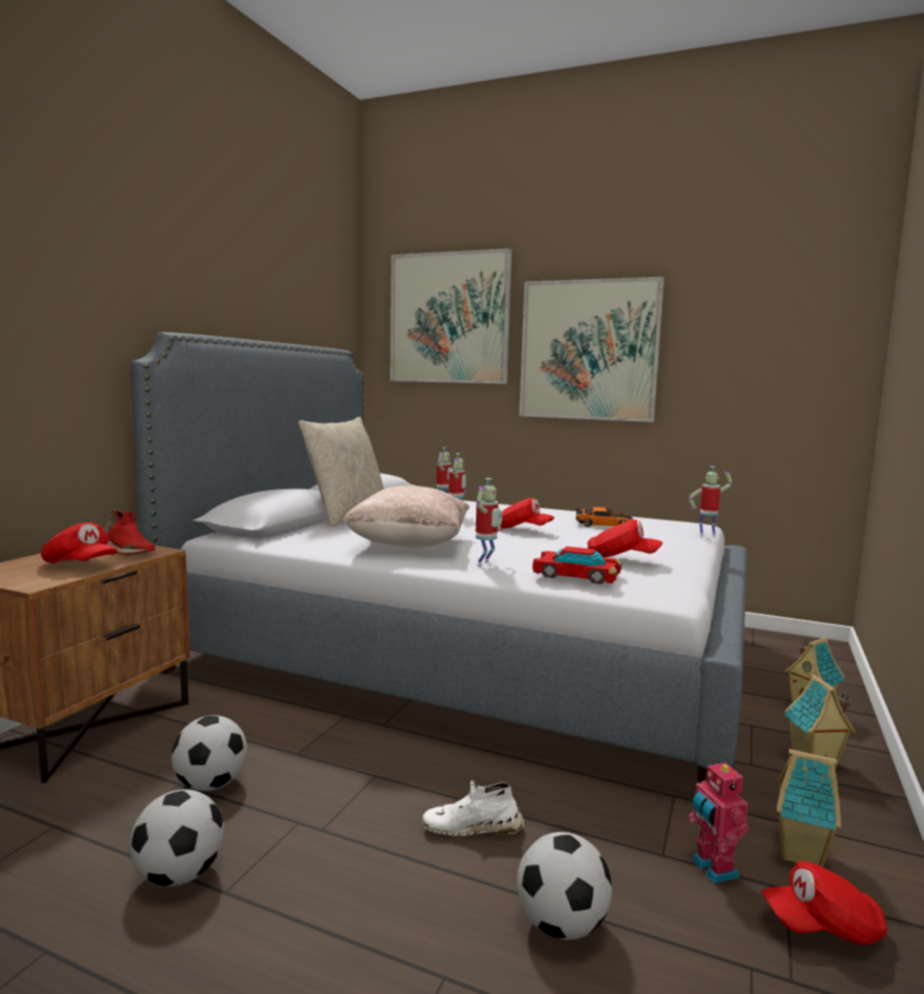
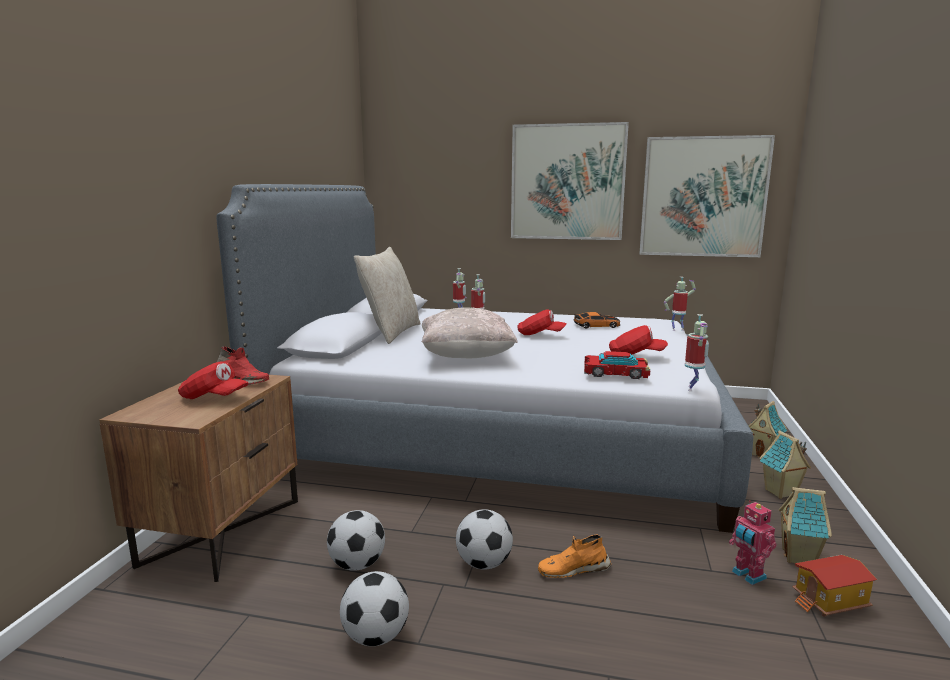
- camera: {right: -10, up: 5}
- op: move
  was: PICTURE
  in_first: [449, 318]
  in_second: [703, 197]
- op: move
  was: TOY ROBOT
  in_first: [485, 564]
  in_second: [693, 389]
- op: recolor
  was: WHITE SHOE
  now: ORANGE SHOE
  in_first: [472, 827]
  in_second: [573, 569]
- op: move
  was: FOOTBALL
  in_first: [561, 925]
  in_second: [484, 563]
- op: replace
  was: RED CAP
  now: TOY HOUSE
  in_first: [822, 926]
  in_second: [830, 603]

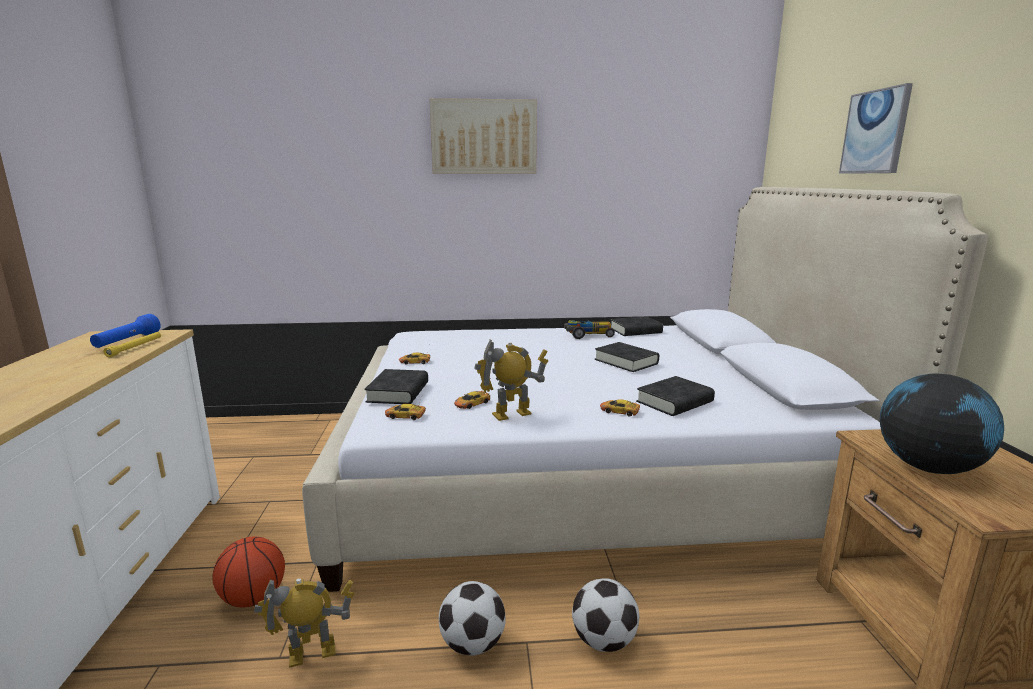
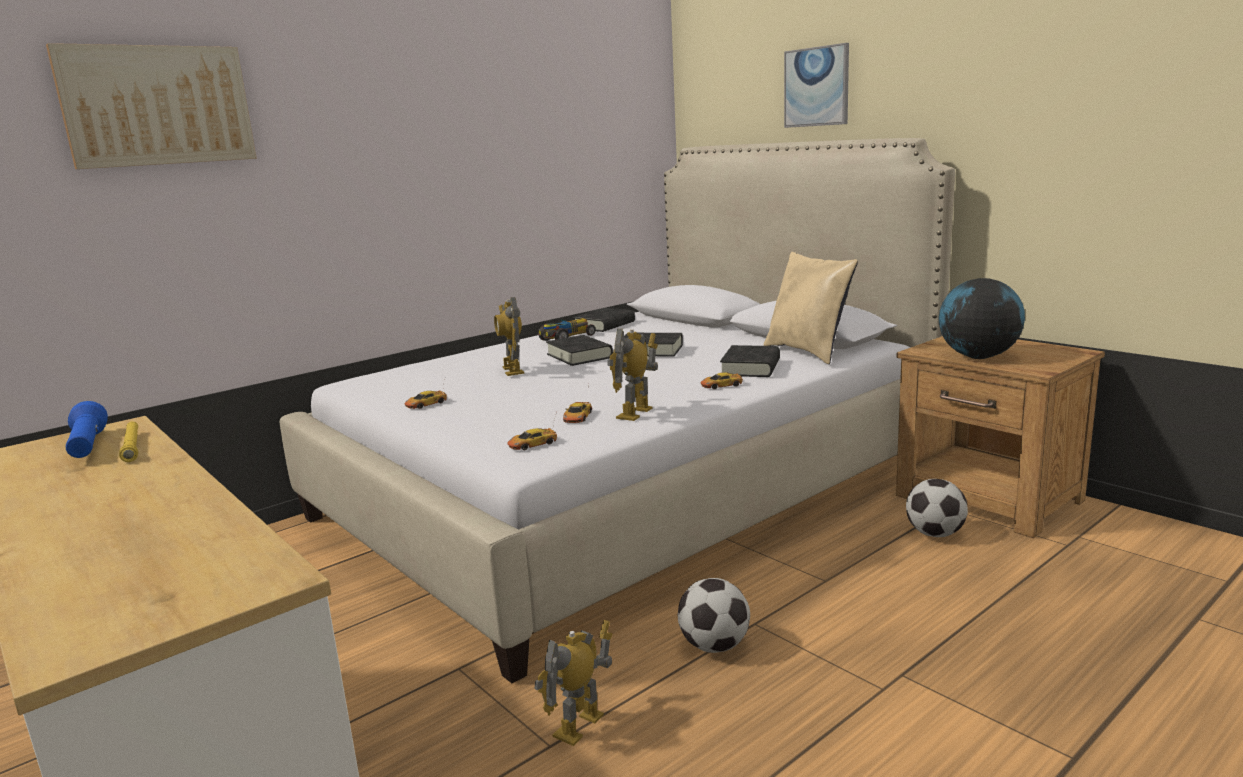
- camera: {right: -35, up: 0}
- op: move
  was: PICTURE
  in_first: [484, 137]
  in_second: [157, 106]
- op: move
  was: BLACK BOOK
  in_first: [398, 392]
  in_second: [579, 356]
- op: delete
  was: BASKETBALL
  in_first: [254, 598]
- op: move
  was: FOOTBALL
  in_first: [604, 640]
  in_second: [935, 534]
- op: insert
  now: BEIGE PILLOW
  in_second: [809, 352]
- op: insert
  now: TOY ROBOT
  in_second: [512, 370]

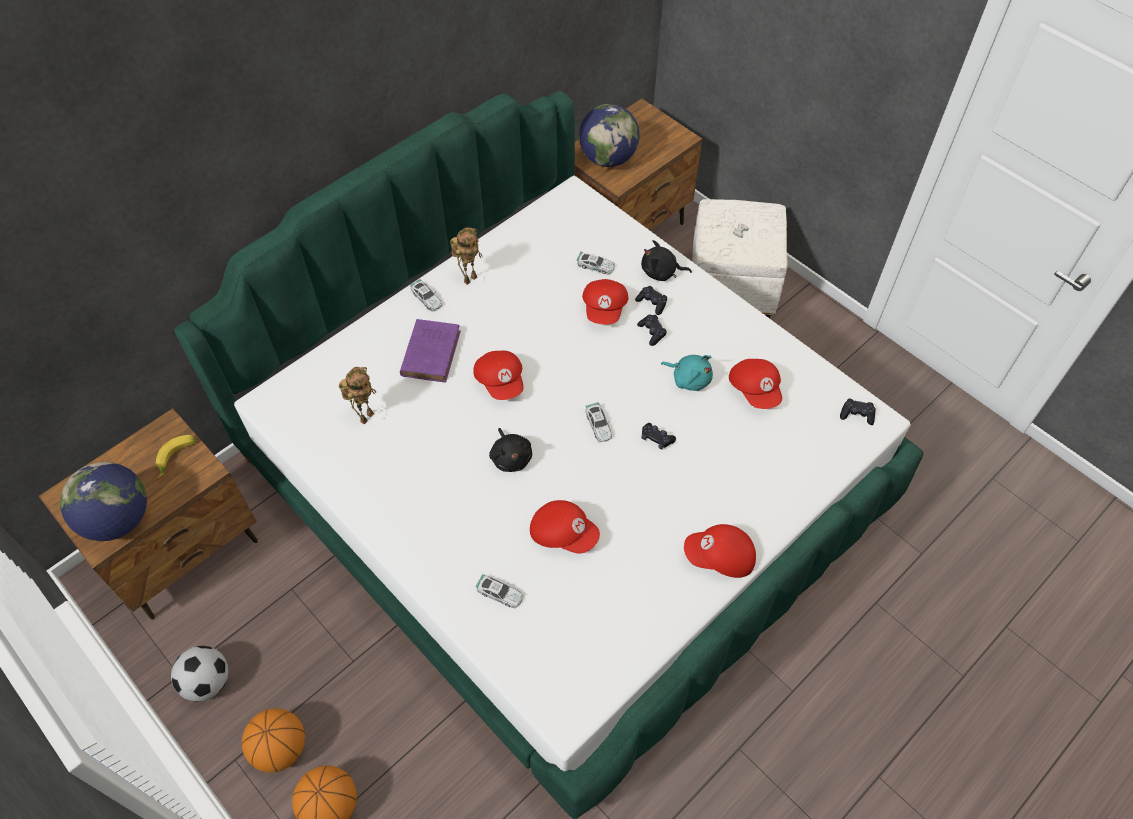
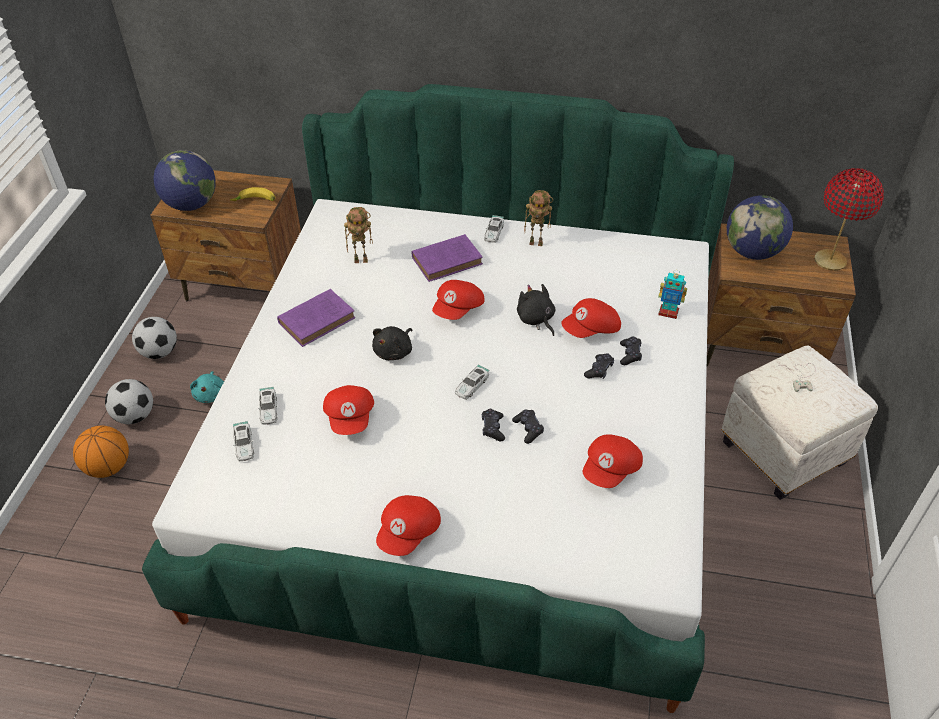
- camera: {right: 55, up: -10}
- op: move
  was: BLACK PLUSH TOY
  in_first: [661, 272]
  in_second: [536, 319]
- op: move
  was: TOY CAR
  in_first: [595, 266]
  in_second: [244, 445]
- op: move
  was: TURQUOISE PLUSH TOY
  in_first: [689, 378]
  in_second: [211, 394]
- op: move
  was: BLACK GAME CONTROLLER
  in_first: [857, 414]
  in_second: [528, 429]
- op: rotate
  was: RED CAP
  in_first: [720, 558]
  in_second: [409, 533]
  clockwise: -120
- op: replace
  was: BASKETBALL
  now: FOOTBALL
  in_first: [281, 748]
  in_second: [135, 416]
- op: insert
  now: RED TABLE LAMP
  in_second: [829, 261]
- op: insert
  now: TOY ROBOT
  in_second: [668, 312]
- op: insert
  now: PURPLE BOOK
  in_second: [318, 320]

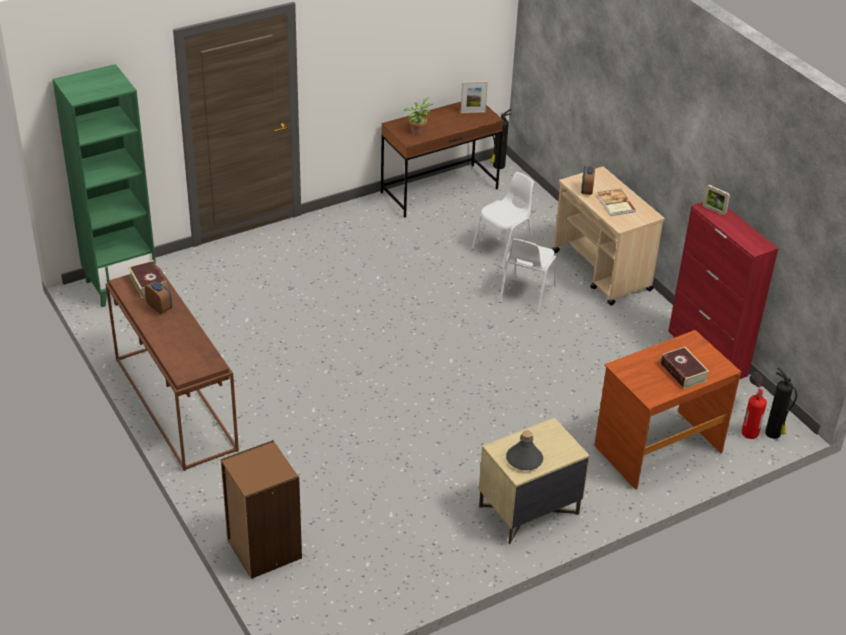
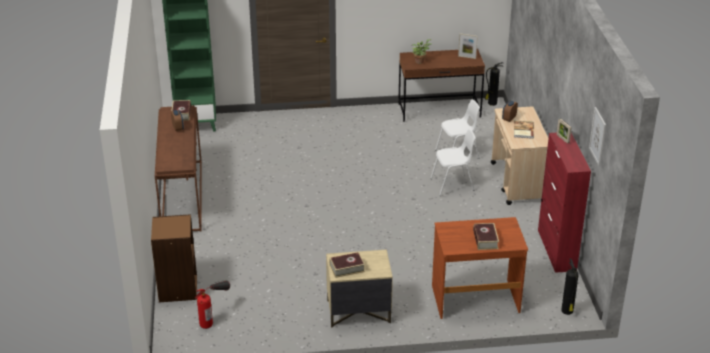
- camera: {right: 25, up: -5}
- op: rotate
  was: WHITE CHAIR
  in_first: [526, 294]
  in_second: [453, 185]
  clockwise: -150
- op: move
  was: FIRE EXTINGUISHER
  in_first: [749, 422]
  in_second: [214, 317]
- op: replace
  was: GREY BOTTLE
  now: BOOK
  in_first: [524, 460]
  in_second: [347, 268]
- op: insert
  now: PICTURE
  in_second: [598, 136]

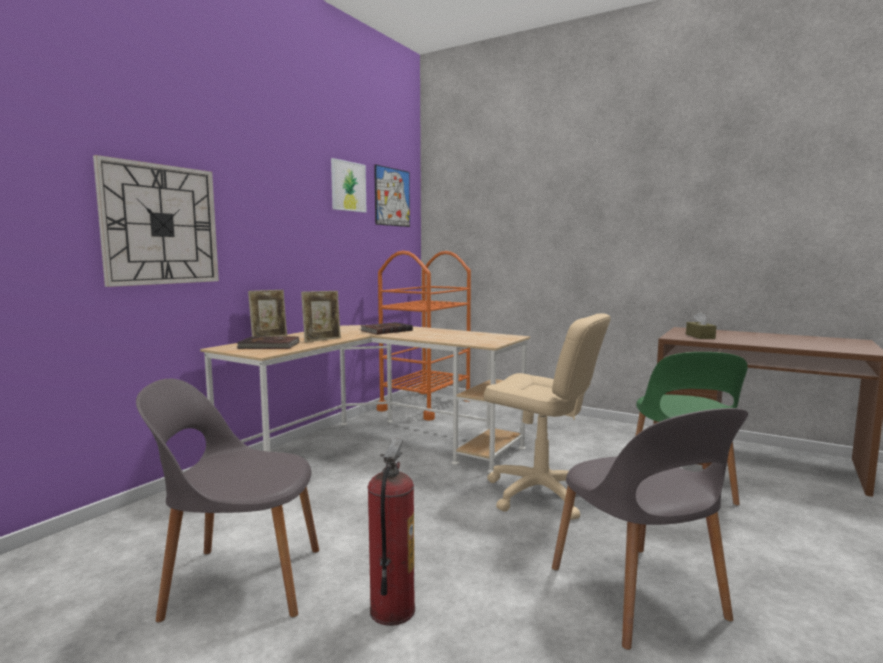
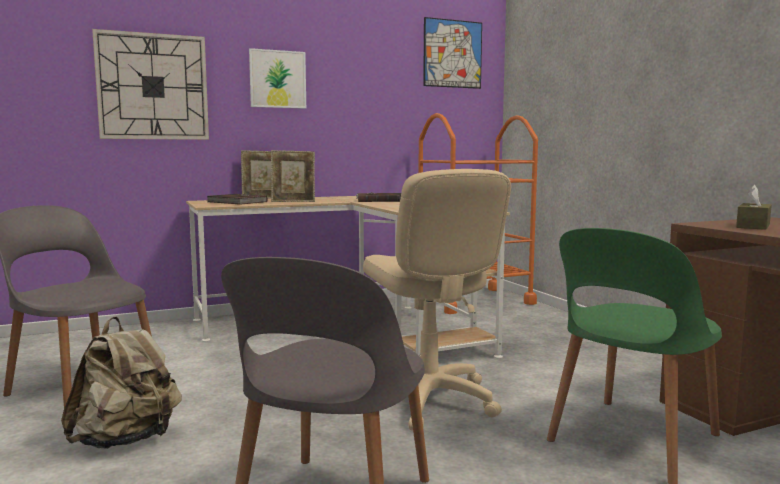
- camera: {right: 35, up: 0}
- op: move
  was: PICTURE
  in_first: [348, 186]
  in_second: [277, 79]
- op: replace
  was: FIRE EXTINGUISHER
  now: BEIGE BACKPACK
  in_first: [392, 609]
  in_second: [127, 440]

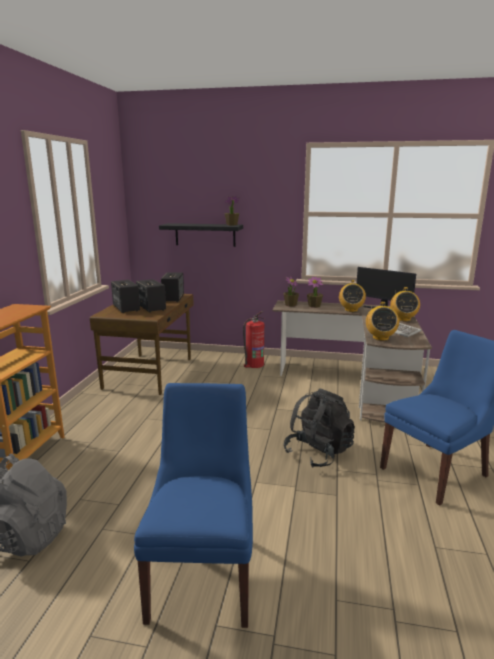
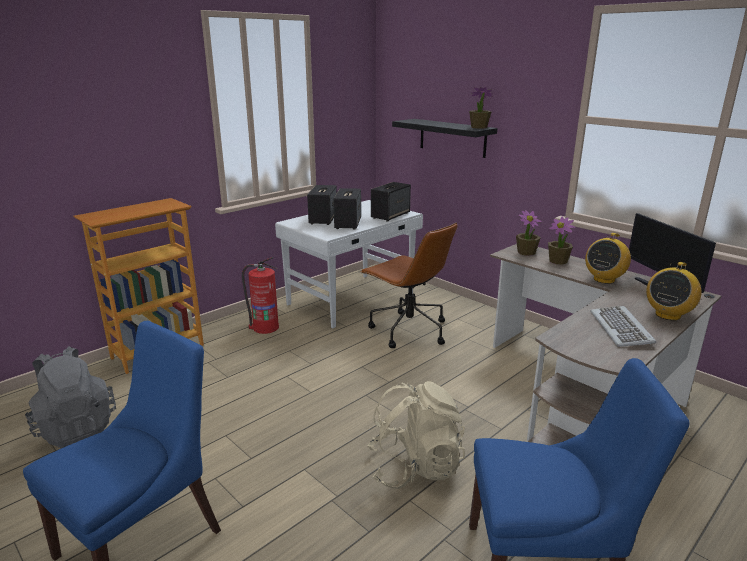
- camera: {right: 35, up: 5}
- op: recolor
  was: BROWN DESK
  now: WHITE DESK
  in_first: [150, 373]
  in_second: [352, 299]
- op: delete
  was: RADIO
  in_first: [380, 338]
- op: move
  was: FIRE EXTINGUISHER
  in_first: [254, 364]
  in_second: [265, 327]
- op: recolor
  was: BLACK BACKPACK
  now: BEIGE BACKPACK
  in_first: [318, 452]
  in_second: [415, 467]
- op: insert
  now: BROWN OFFICE CHAIR
  in_second: [408, 330]

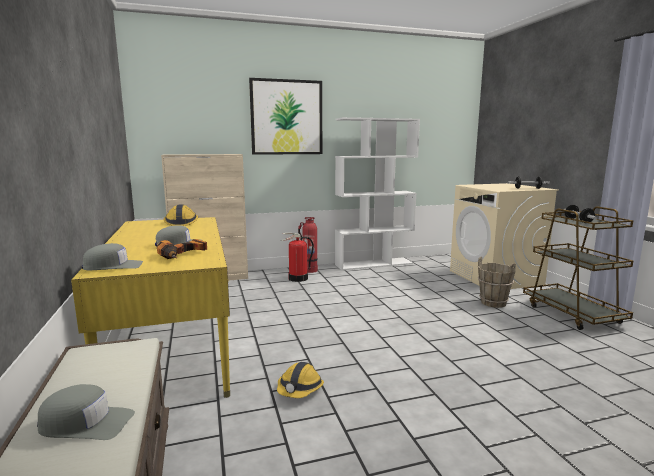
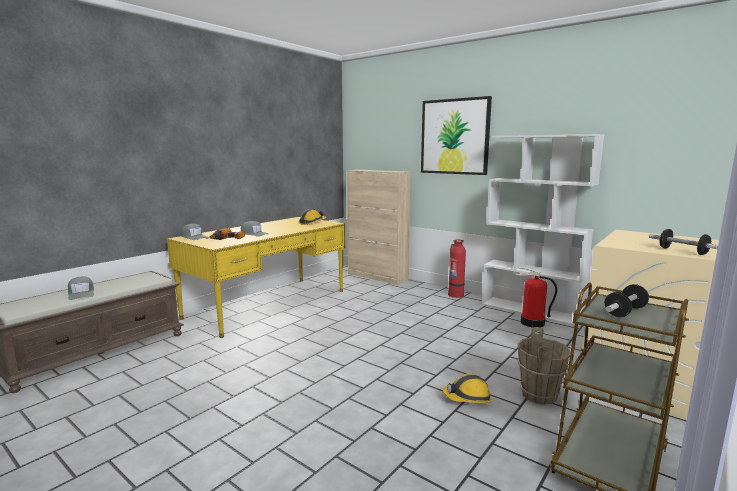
- camera: {right: 55, up: 0}
- op: move
  was: FIRE EXTINGUISHER
  in_first: [298, 278]
  in_second: [532, 323]
- op: move
  was: HARD HAT
  in_first: [300, 389]
  in_second: [467, 398]

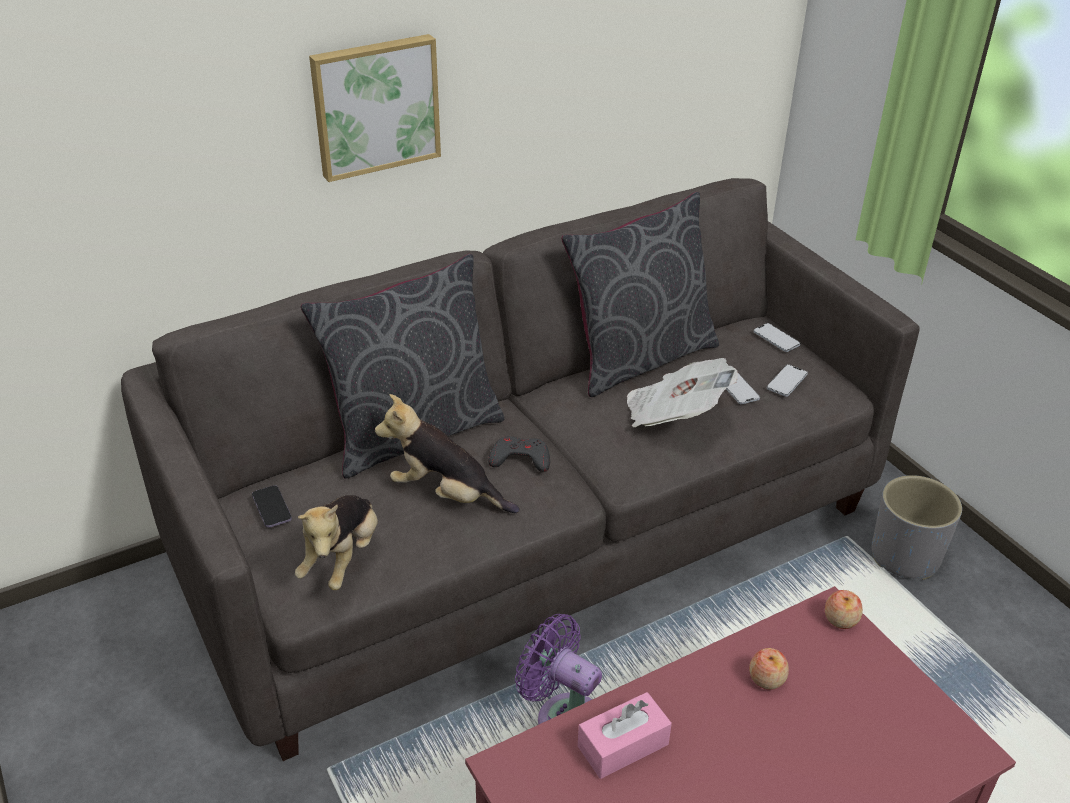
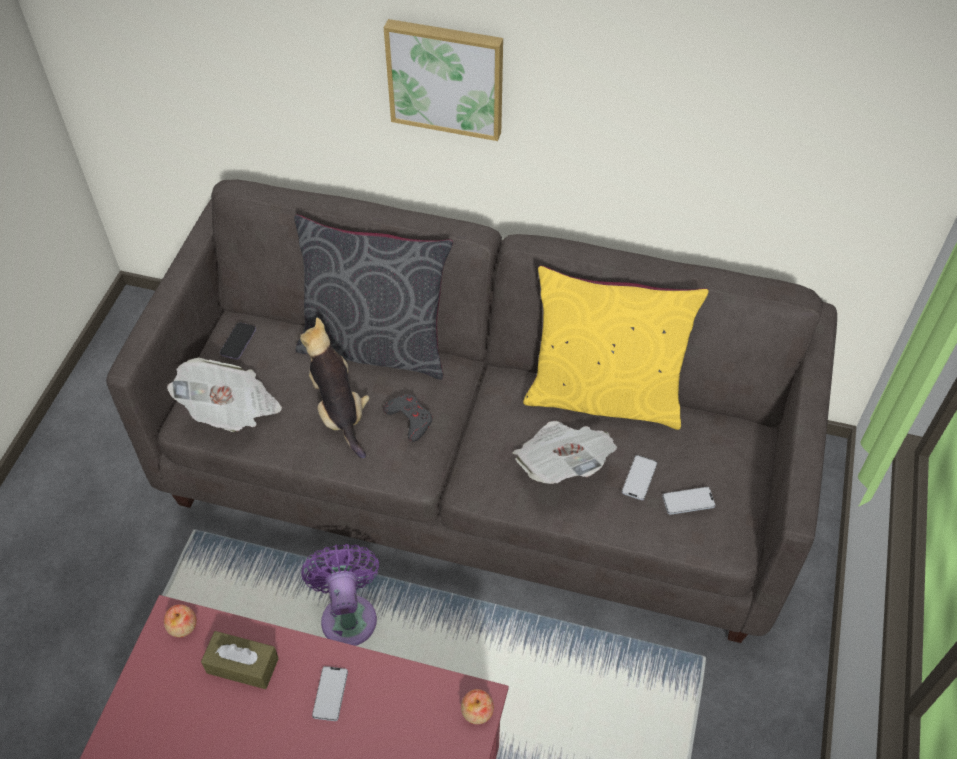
- camera: {right: 45, up: 15}
- op: recolor
  was: GREY PILLOW
  now: YELLOW PILLOW
  in_first: [639, 358]
  in_second: [604, 395]
- op: move
  was: PHONE
  in_first: [776, 338]
  in_second: [330, 694]
- op: delete
  was: GREY PLANTER
  in_first: [905, 556]
- op: replace
  was: PLUSH TOY
  now: NEWSPAPER
  in_first: [342, 558]
  in_second: [231, 410]
- op: move
  was: APPLE
  in_first: [766, 679]
  in_second: [182, 626]
- op: recolor
  was: PINK TISSUE BOX
  now: BROWN TISSUE BOX
  in_first: [623, 745]
  in_second: [242, 665]

